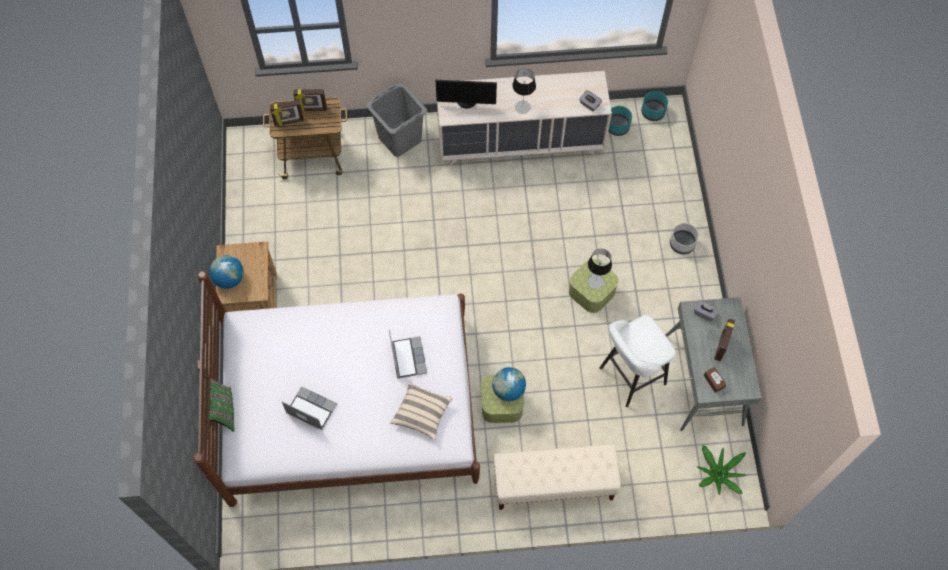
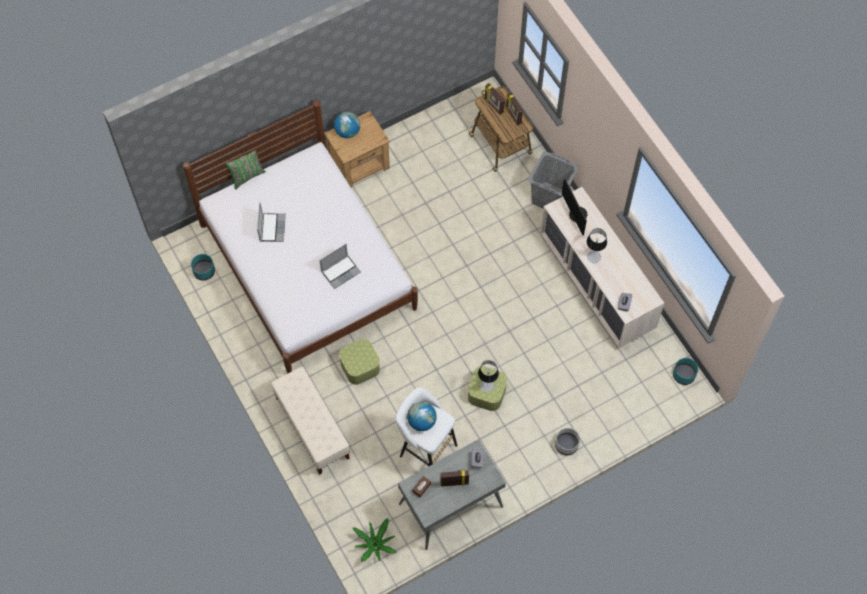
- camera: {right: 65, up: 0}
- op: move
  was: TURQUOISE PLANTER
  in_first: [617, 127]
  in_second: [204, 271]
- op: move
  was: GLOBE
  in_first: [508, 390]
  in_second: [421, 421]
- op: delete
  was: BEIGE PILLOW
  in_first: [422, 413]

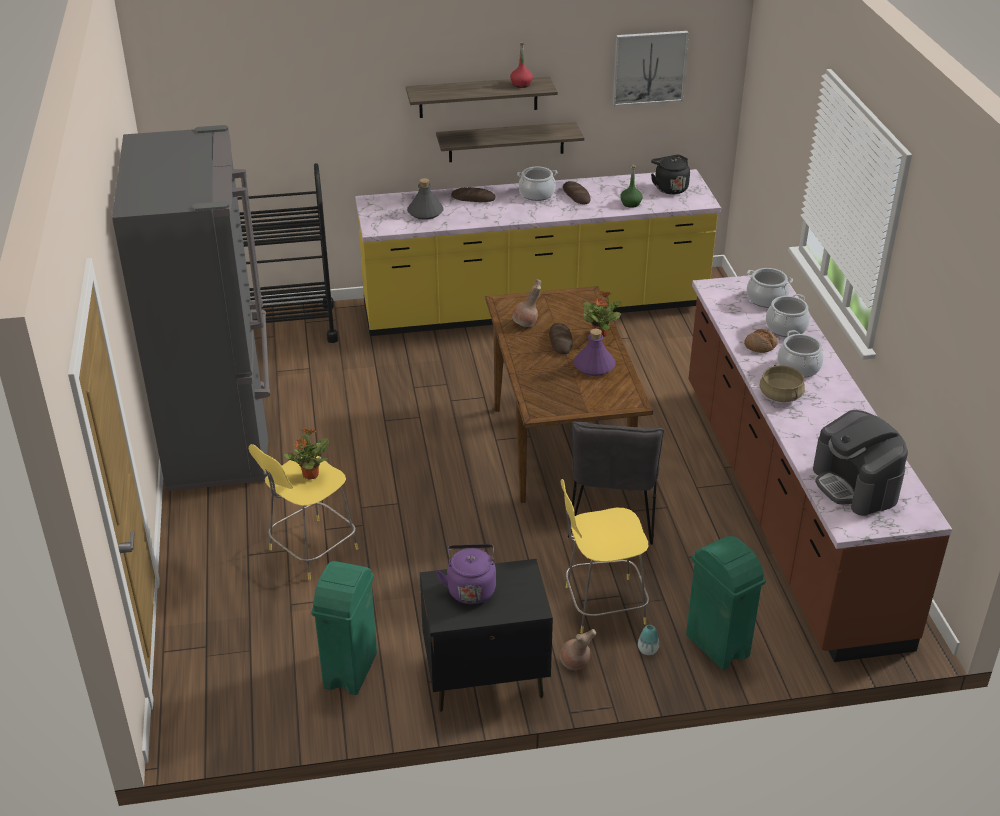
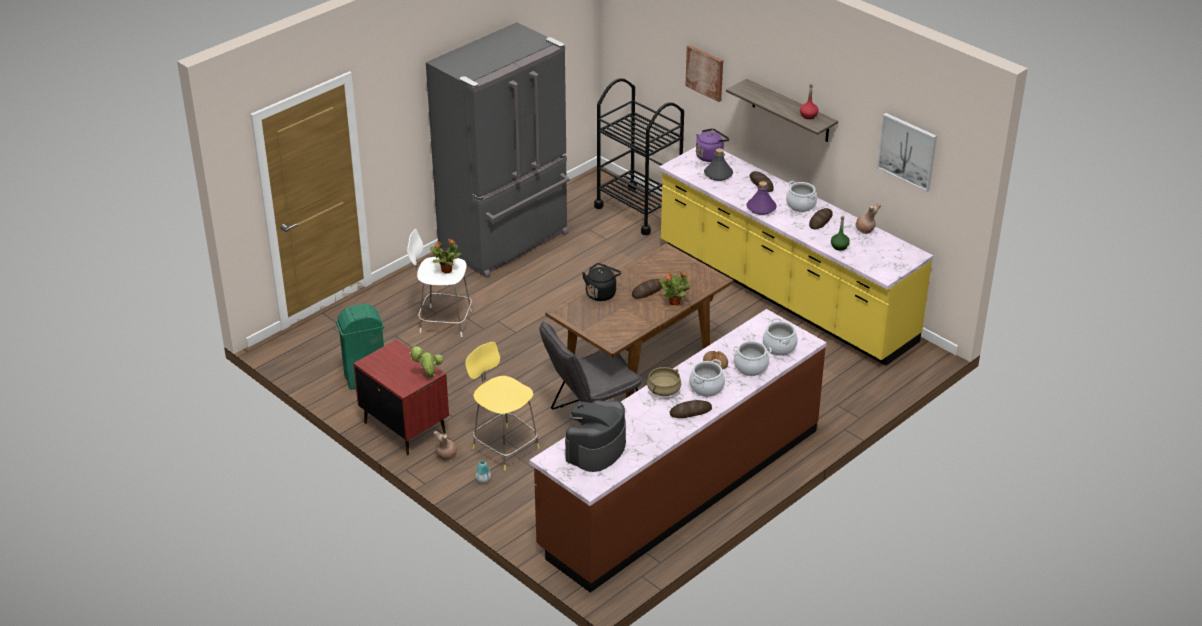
- camera: {right: 55, up: 0}
- op: delete
  was: SHELF
  in_first: [506, 142]
- op: move
  was: BLACK KETTLE
  in_first: [669, 188]
  in_second: [601, 293]
- op: move
  was: BROWN VASE
  in_first: [526, 323]
  in_second: [865, 230]
- op: move
  was: PURPLE BOTTLE
  in_first: [594, 366]
  in_second: [761, 208]
- op: recolor
  was: YELLOW STOOL
  now: WHITE STOOL
  in_first: [311, 550]
  in_second: [443, 321]
- op: delete
  was: GREEN TRASH CAN
  in_first: [717, 646]
- op: move
  was: PURPLE KETTLE
  in_first: [470, 588]
  in_second: [710, 156]
- op: recolor
  was: BLACK NIGHTSTAND
  now: RED NIGHTSTAND
  in_first: [484, 676]
  in_second: [404, 427]
- op: insert
  now: PICTURE
  in_second: [705, 72]
- op: insert
  now: POTTED PLANT
  in_second: [428, 376]
- op: insert
  now: BREAD
  in_second: [690, 412]

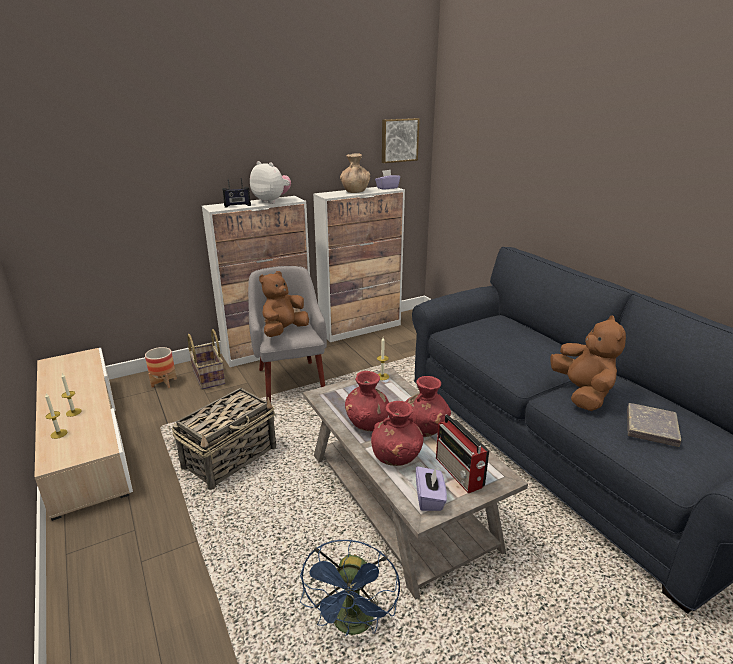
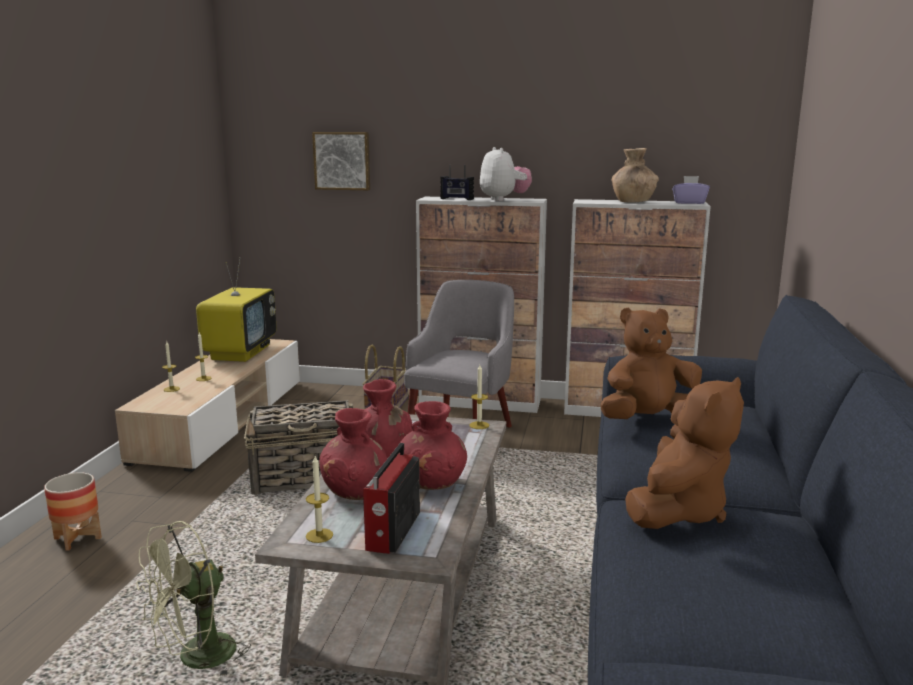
- camera: {right: 40, up: -10}
- op: move
  was: PICTURE
  in_first: [399, 140]
  in_second: [342, 161]
- op: move
  was: BROWN PLUSH TOY
  in_first: [284, 331]
  in_second: [648, 420]
- op: move
  was: PLANTER
  in_first: [164, 383]
  in_second: [77, 538]
- op: delete
  was: GREY BOOK
  in_first: [651, 428]
- op: replace
  was: PURPLE TISSUE BOX
  now: CANDLE
  in_first: [430, 498]
  in_second: [319, 535]
- op: recolor
  was: BLUE FAN
  now: GREEN FAN
  in_first: [353, 626]
  in_second: [197, 660]
- op: insert
  now: TELEVISION
  in_second: [240, 352]

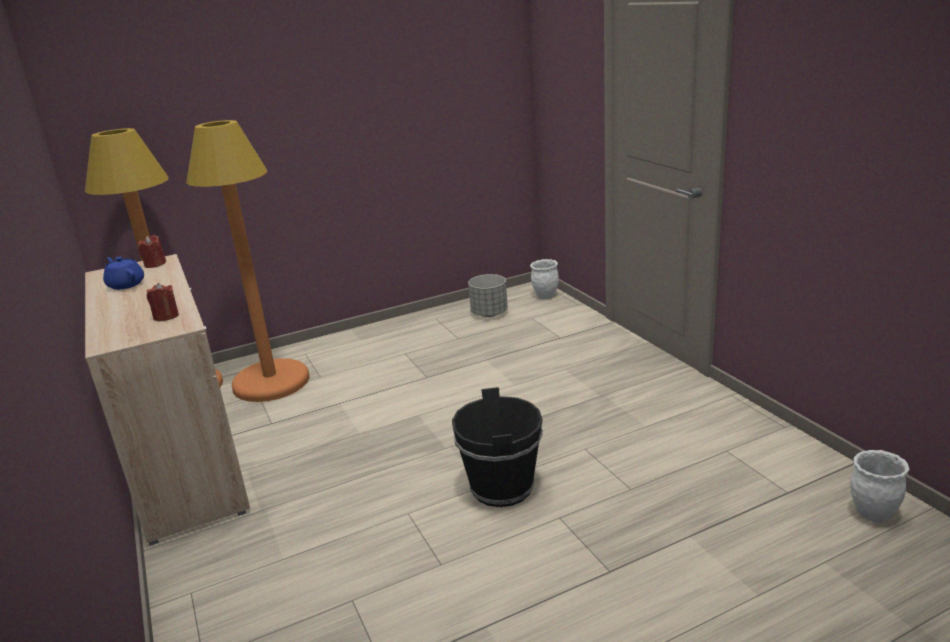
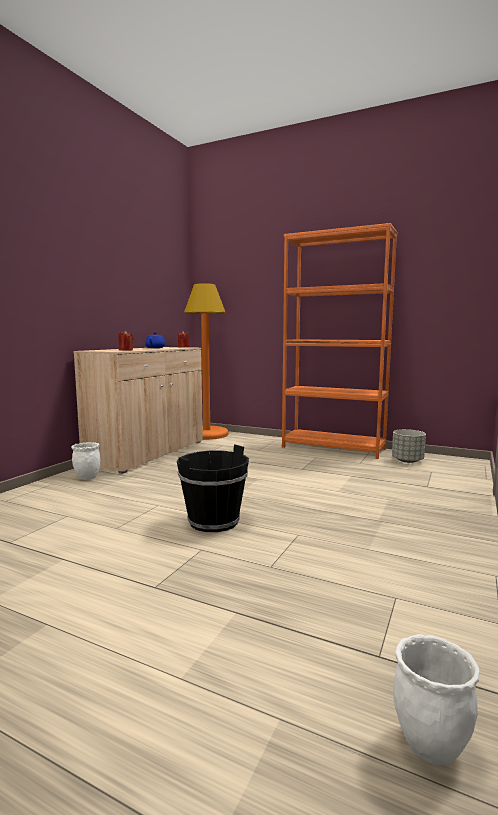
- camera: {right: 50, up: -15}
- op: delete
  was: ORANGE FLOOR LAMP
  in_first: [271, 382]
- op: move
  was: WHITE PLANTER
  in_first: [545, 296]
  in_second: [88, 477]
- op: insert
  now: ORANGE BOOKCASE
  in_second: [333, 448]

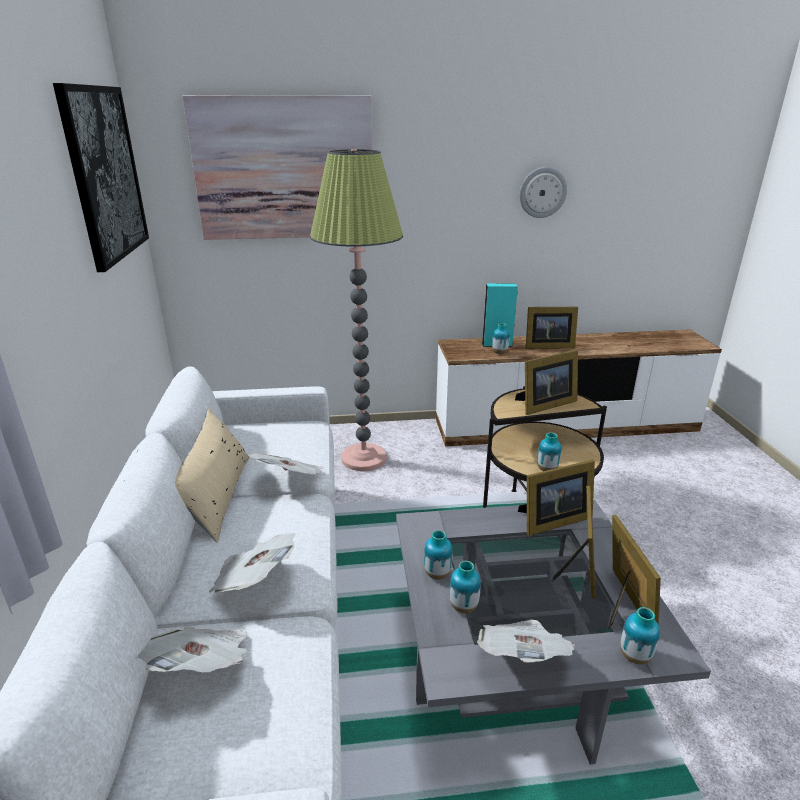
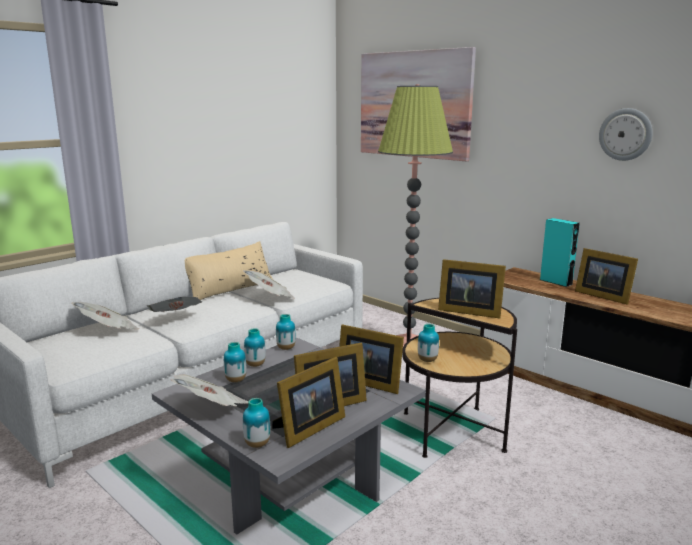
- camera: {right: 50, up: -10}
- op: delete
  was: PICTURE
  in_first: [105, 174]
- op: move
  was: VASE
  in_first: [499, 353]
  in_second: [286, 348]

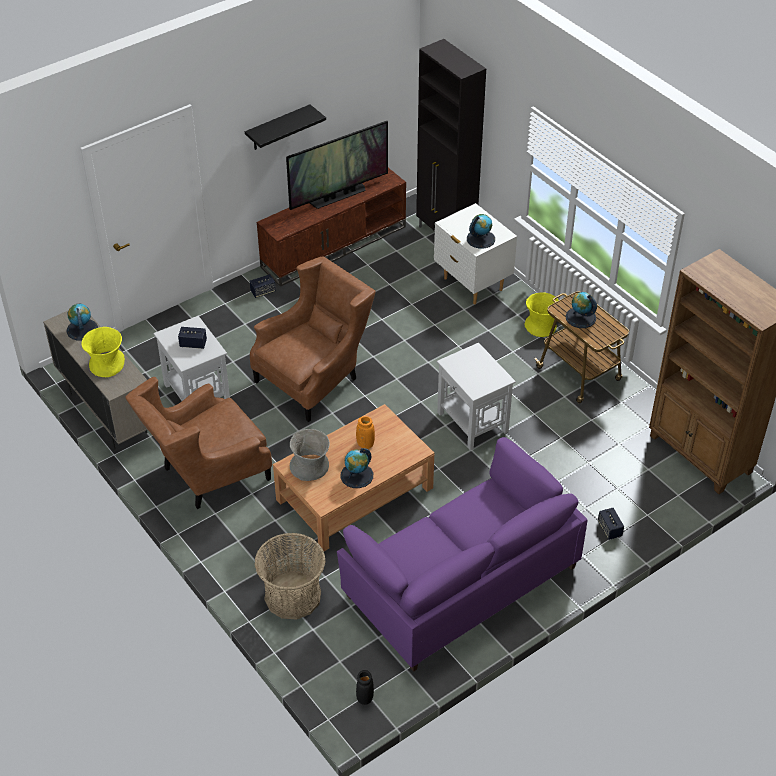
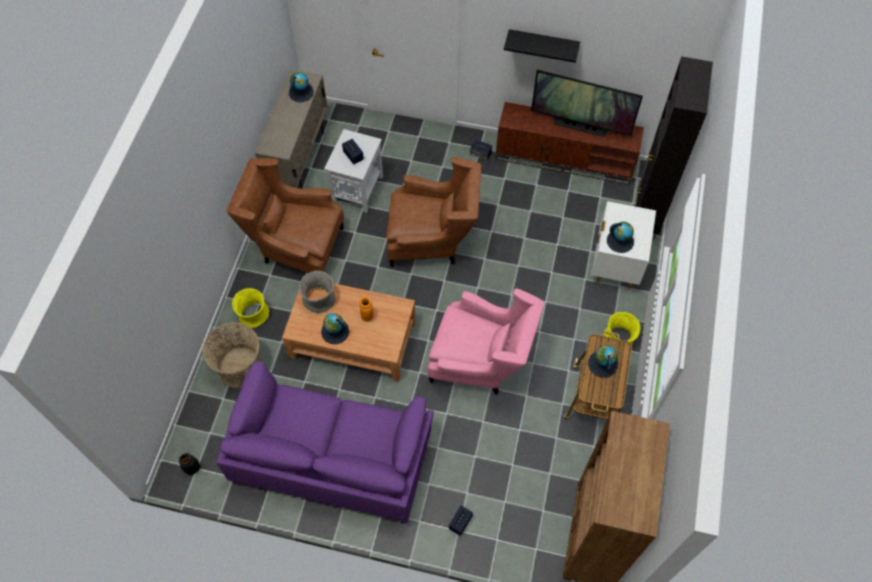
- camera: {right: 50, up: 15}
- op: move
  was: YELLOW VASE
  in_first: [106, 365]
  in_second: [253, 315]
- op: replace
  was: WHITE SIDE TABLE
  now: PINK ARMCHAIR
  in_first: [473, 422]
  in_second: [481, 363]

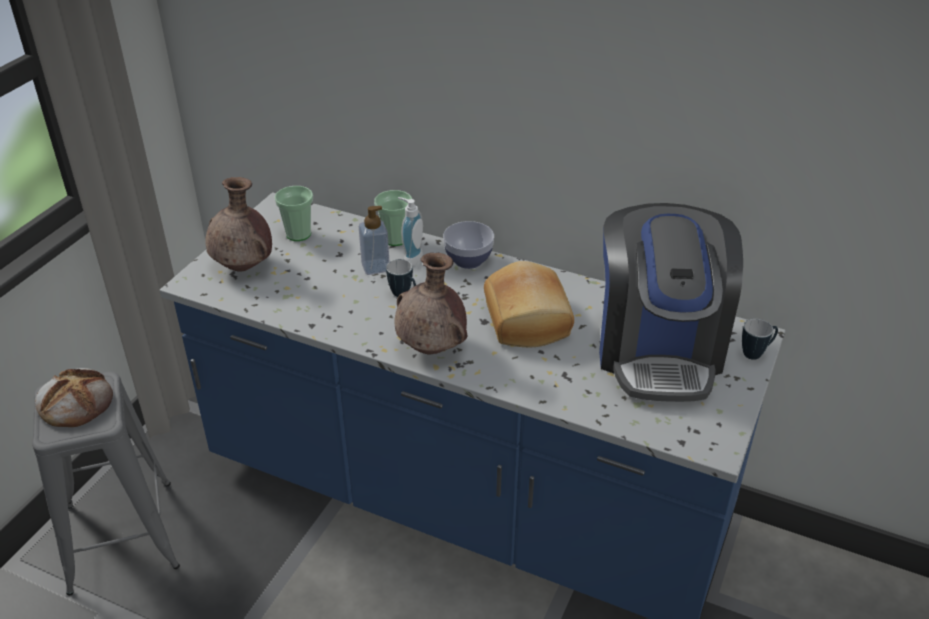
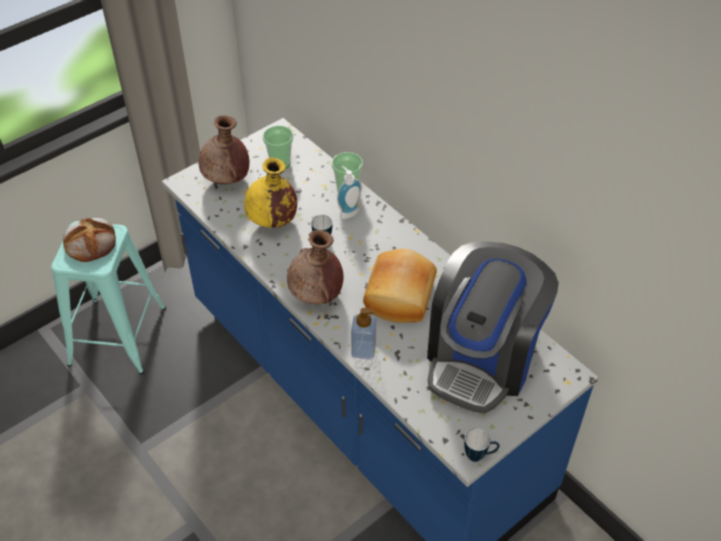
- camera: {right: 25, up: 10}
- op: move
  was: SOAP DISPENSER
  in_first: [375, 267]
  in_second: [363, 350]
- op: delete
  was: BOWL
  in_first: [468, 260]
- op: move
  was: MUG
  in_first: [756, 353]
  in_second: [479, 455]
- op: recolor
  was: GREY STOOL
  now: TURQUOISE STOOL
  in_first: [121, 535]
  in_second: [117, 335]
- op: insert
  now: YELLOW VASE
  in_second: [273, 221]

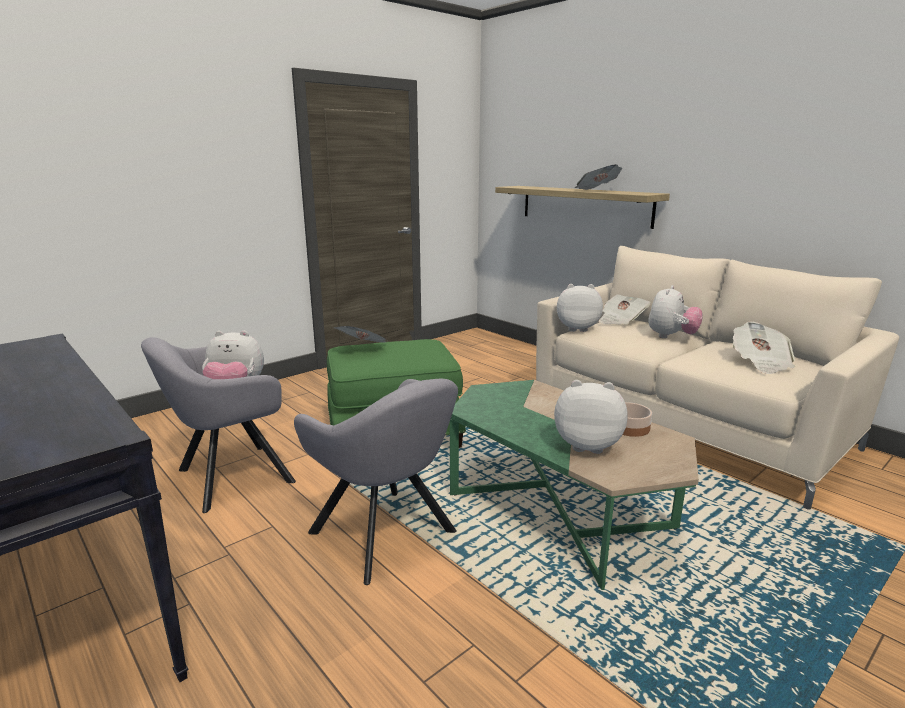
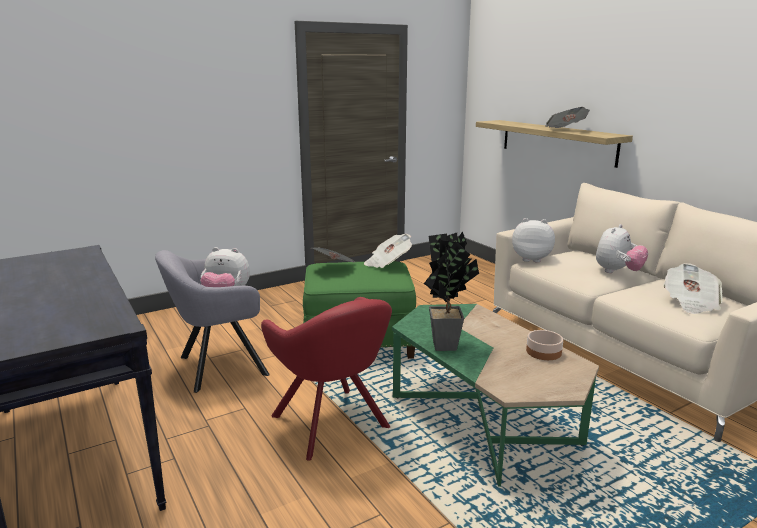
- camera: {right: 10, up: 0}
- op: move
  was: NEWSPAPER
  in_first: [621, 320]
  in_second: [387, 263]
- op: recolor
  was: GREY ARMCHAIR
  now: RED ARMCHAIR
  in_first: [387, 536]
  in_second: [333, 425]
- op: delete
  was: PLUSH TOY
  in_first: [587, 445]
- op: insert
  now: POTTED PLANT
  in_second: [446, 343]

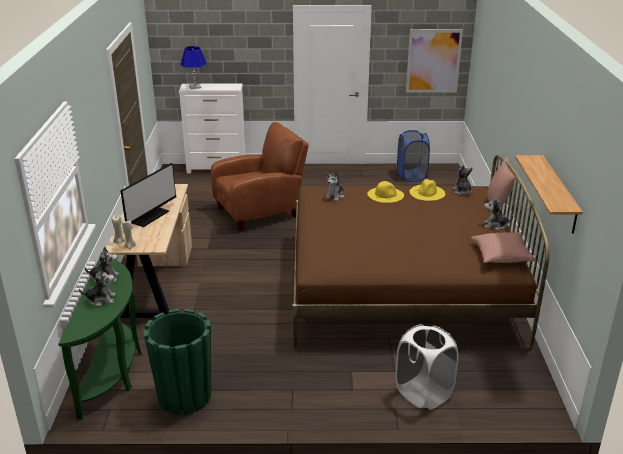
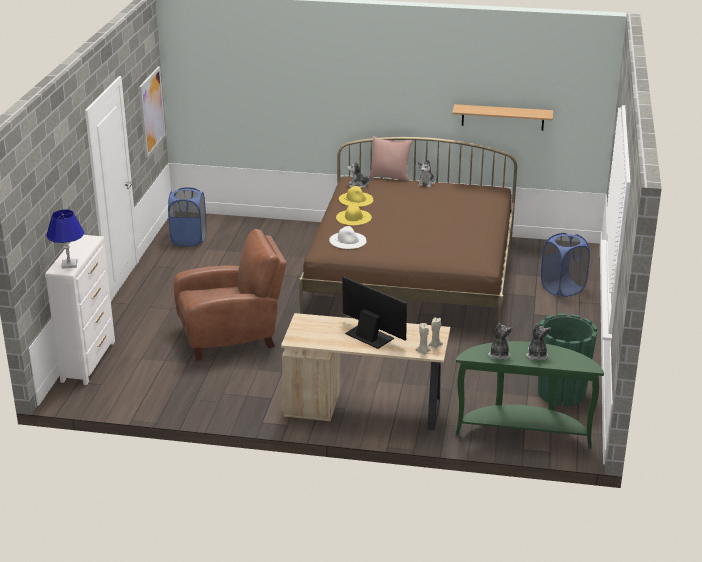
- camera: {right: -80, up: 0}
- op: rotate
  was: BROWN ARMCHAIR
  in_first: [261, 212]
  in_second: [232, 336]
  clockwise: 90
- op: replace
  was: PLUSH TOY
  now: WHITE HAT
  in_first: [335, 196]
  in_second: [348, 240]
- op: delete
  was: PINK PILLOW
  in_first: [501, 256]
- op: recolor
  was: WHITE LAUNDRY BASKET
  now: BLUE LAUNDRY BASKET
  in_first: [423, 393]
  in_second: [562, 288]

